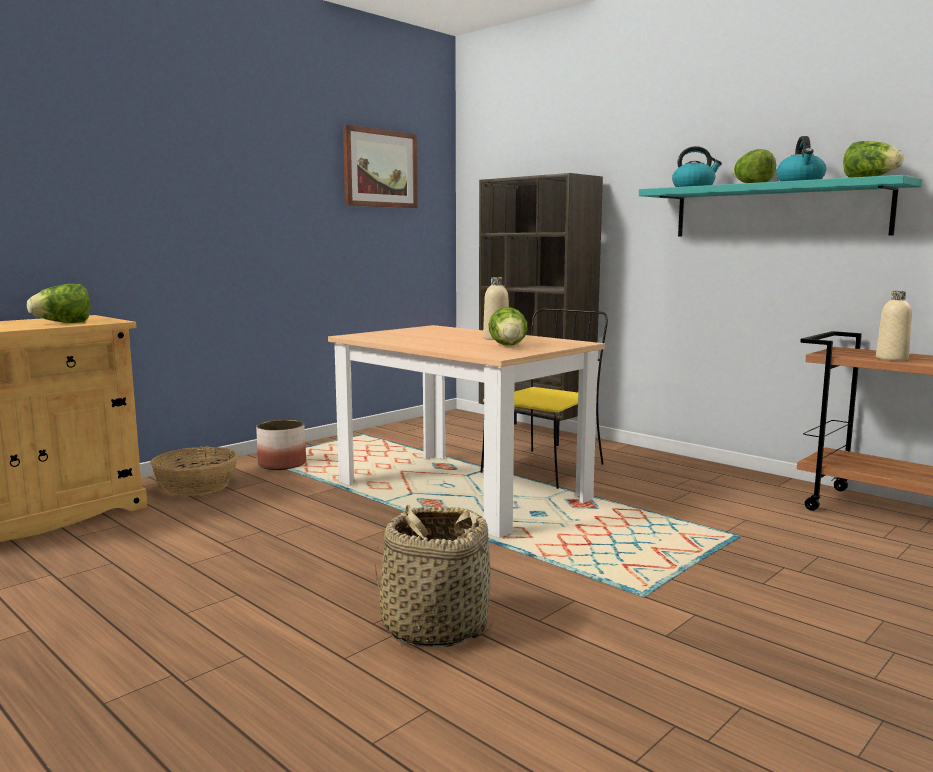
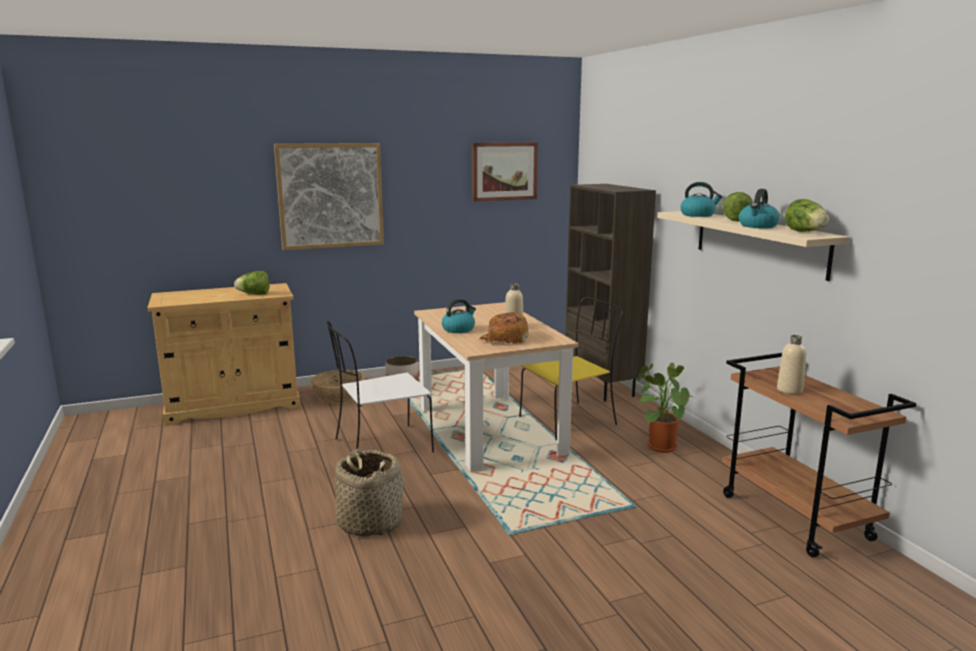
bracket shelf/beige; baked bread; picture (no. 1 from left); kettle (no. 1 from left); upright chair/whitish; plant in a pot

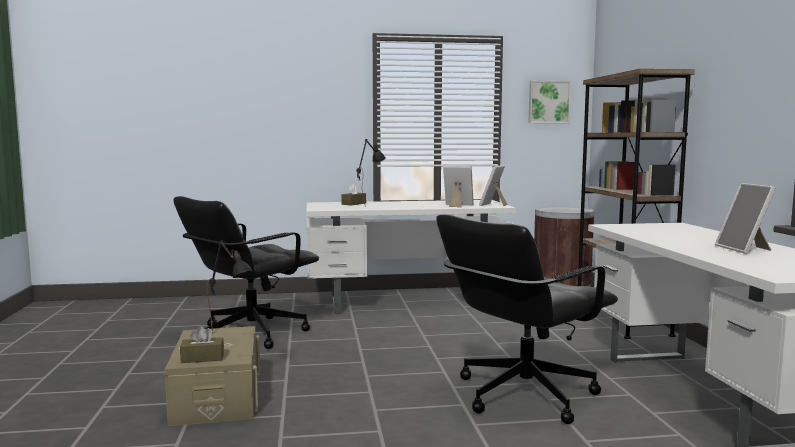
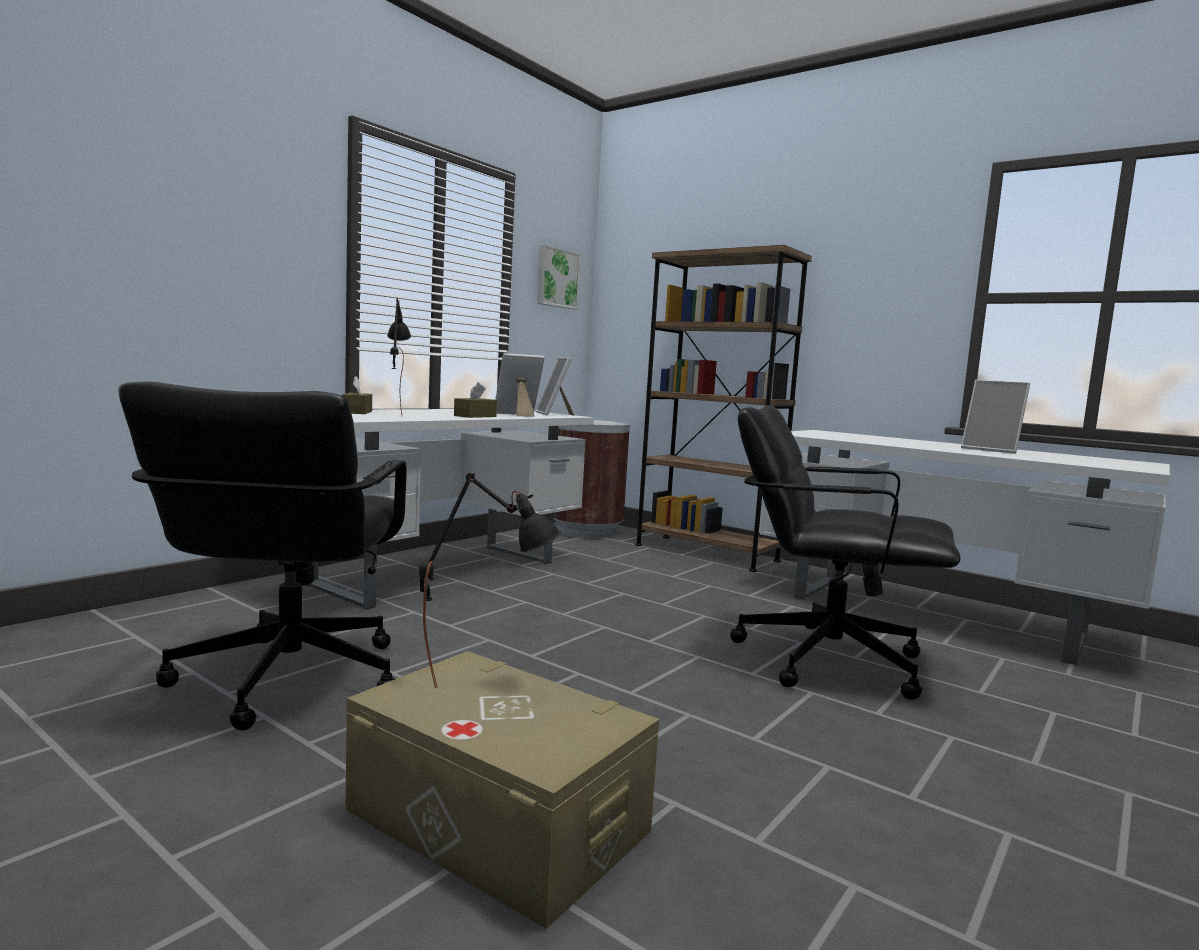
desk chair/black-coloured (no. 2 from left); tissue box/brown-coloured (no. 2 from left)

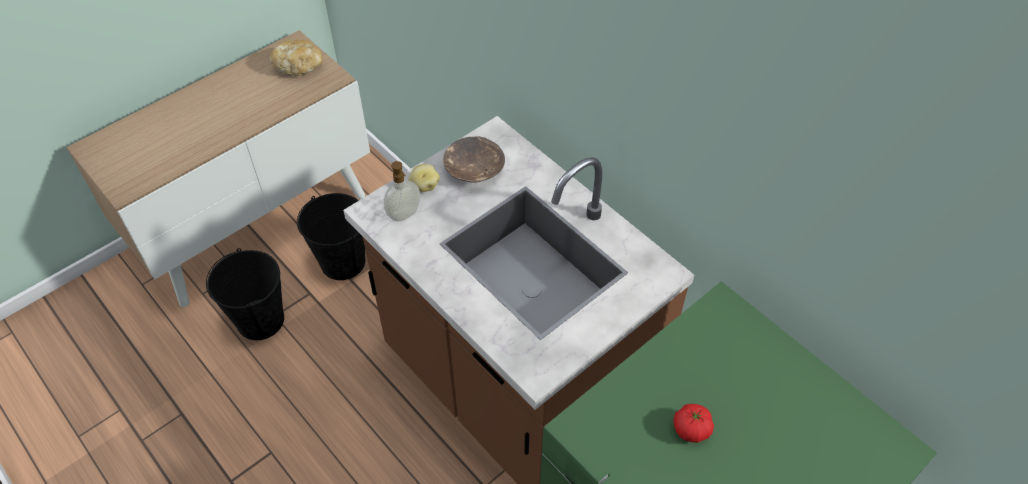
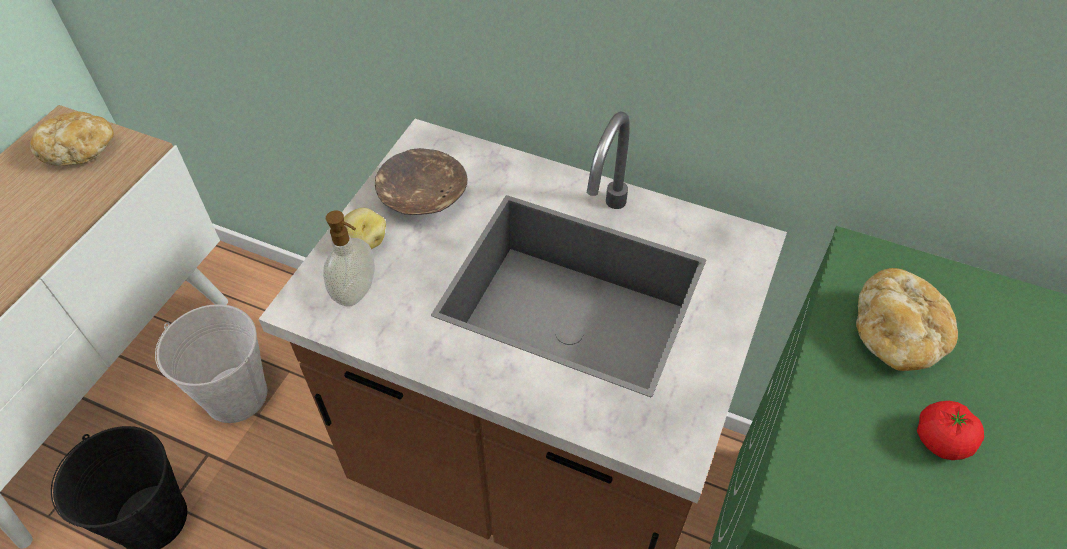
pail/whitish; baked bread (no. 2 from left)

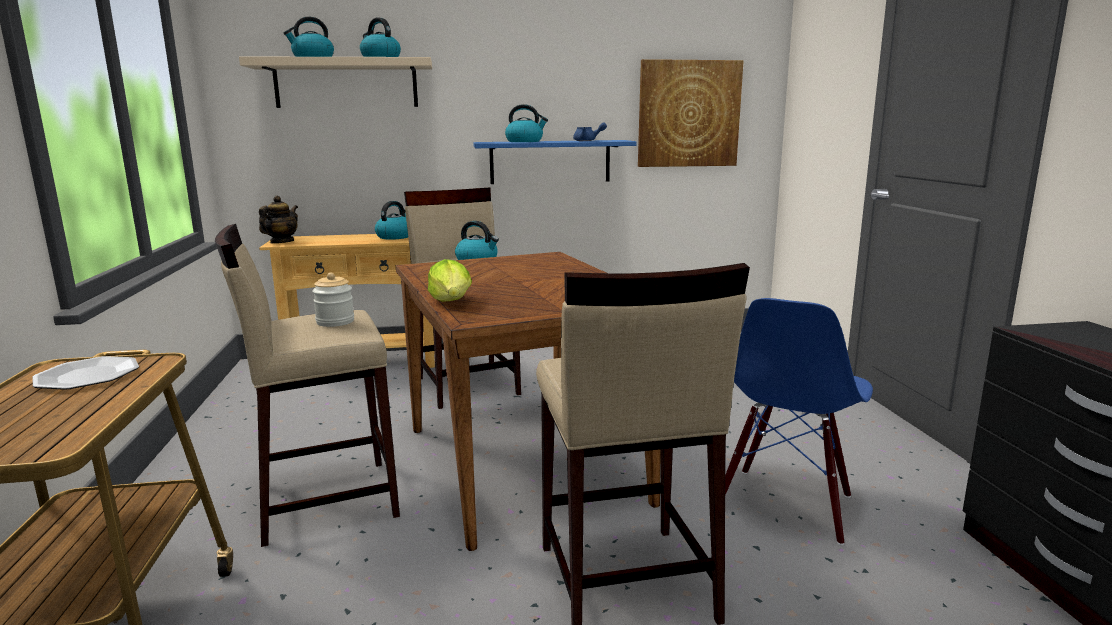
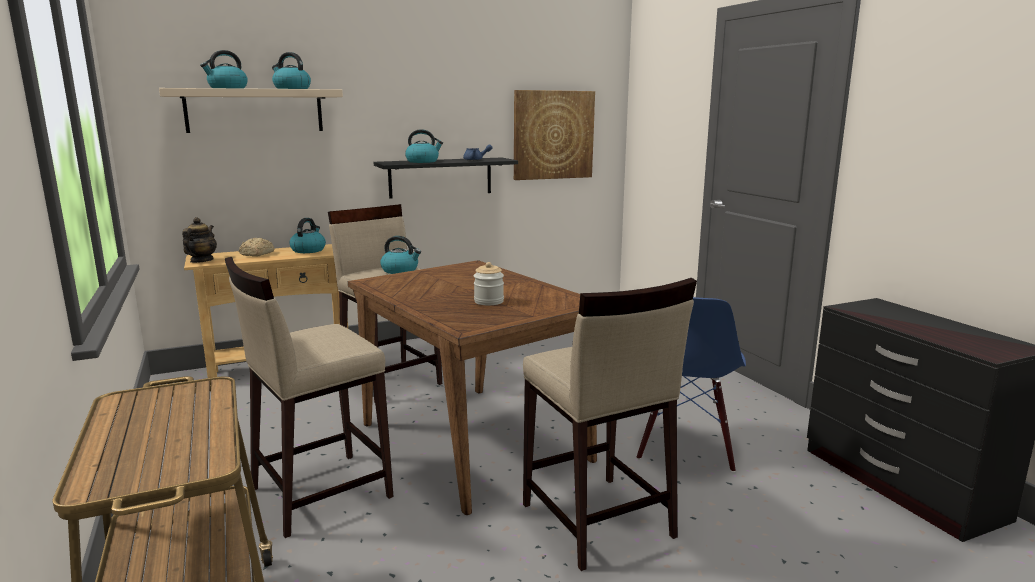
bracket shelf/black-coloured; lettuce head; storage jar; flat dish; baked bread

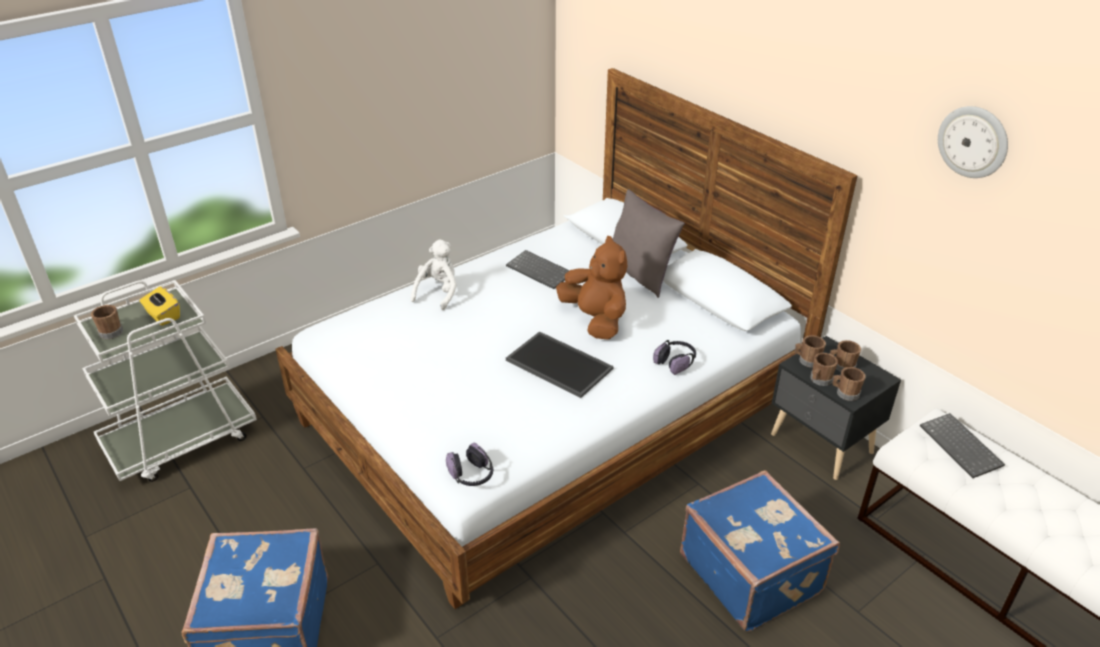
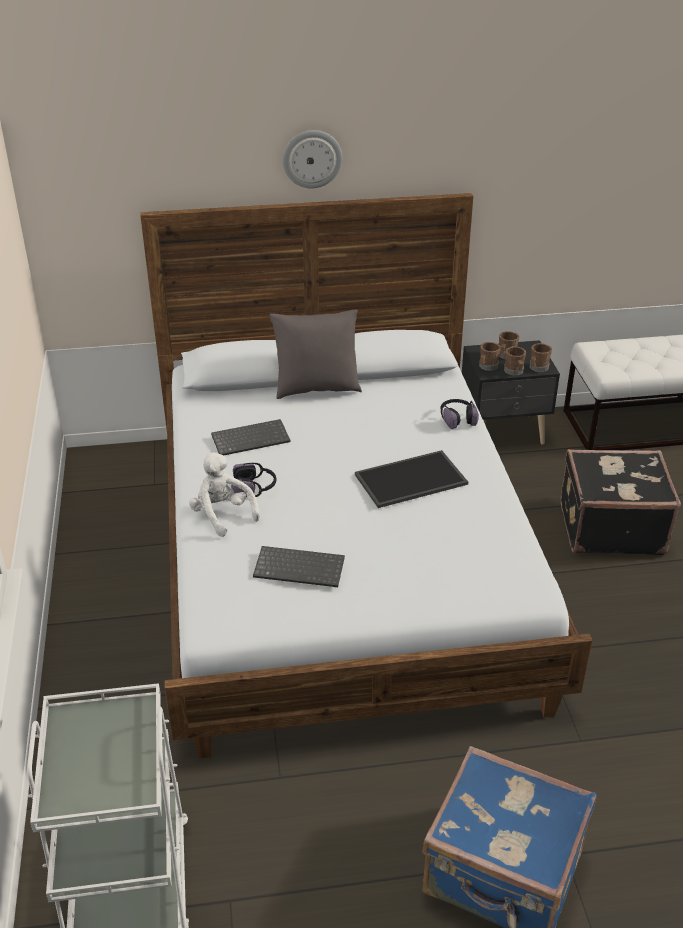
clock on the wall; soft toy/brown-coloured; tissue box/yellowish; tea mug/brown-coloured (no. 1 from left in the first image); PC keyboard (no. 2 from left); headphones (no. 1 from left); piece of luggage/black-coloured

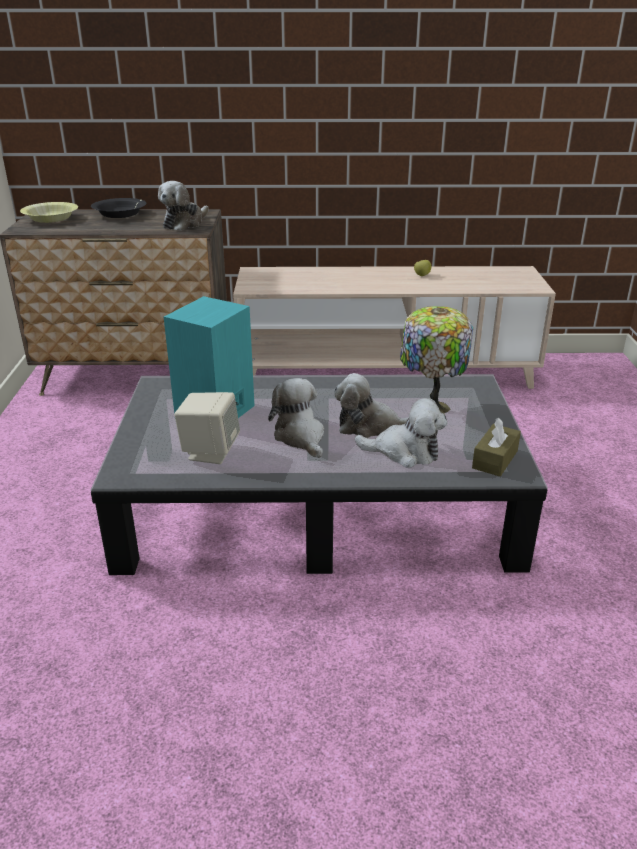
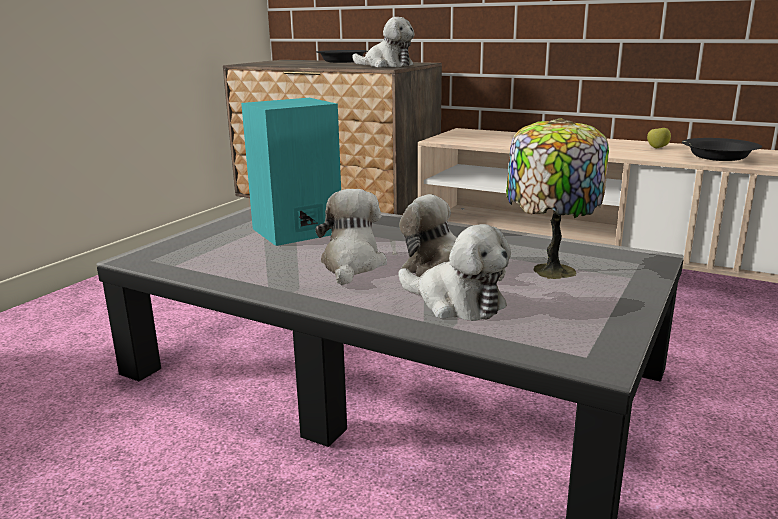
soft toy (no. 2 from left); serving bowl/yellowish; loudspeaker/beige; tissue box/brown-coloured; serving bowl/black-coloured (no. 2 from left)

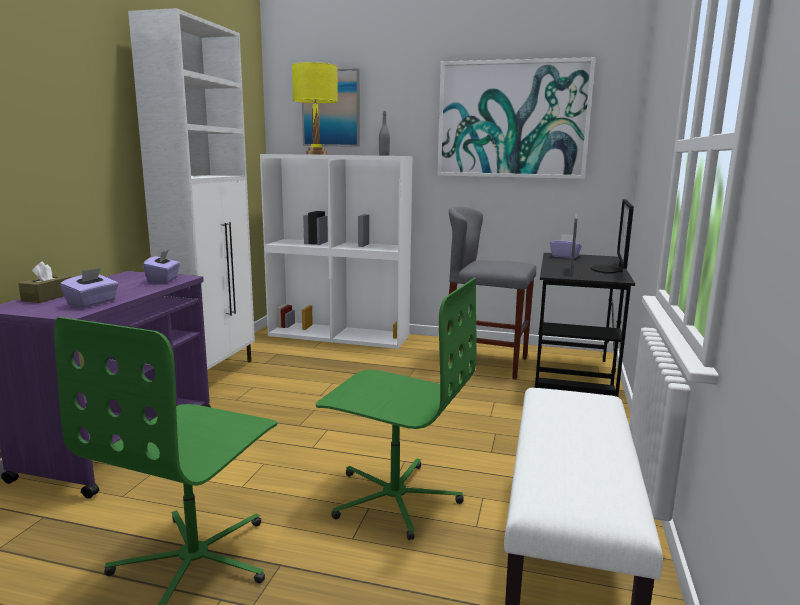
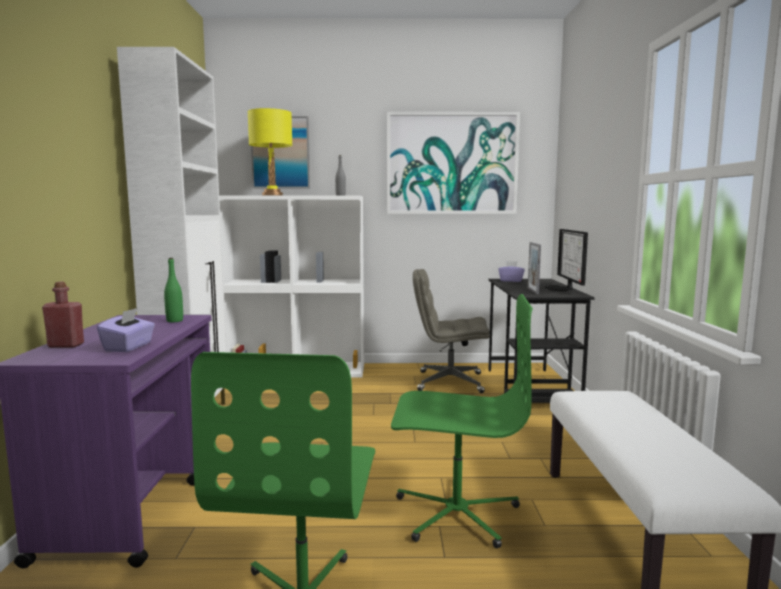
desk chair/greyish; bottle/greenish; bottle/reddish

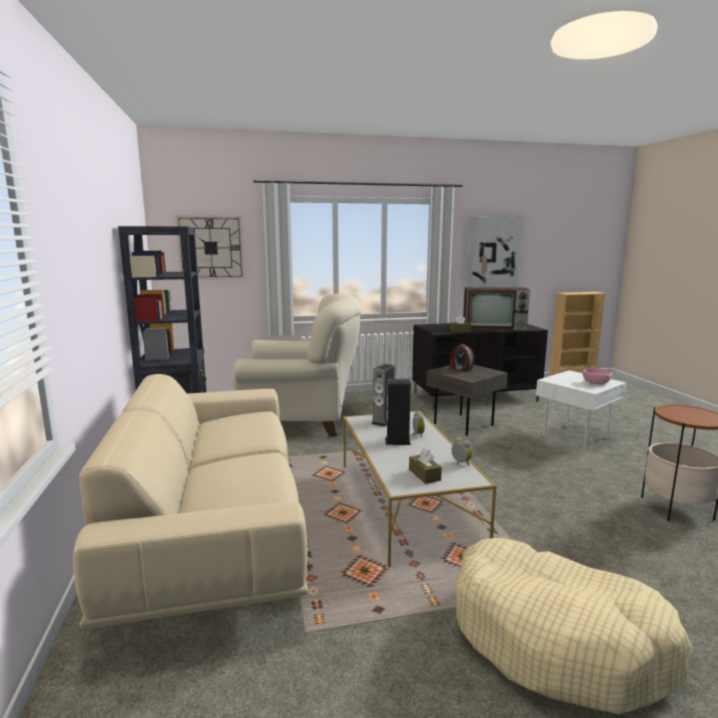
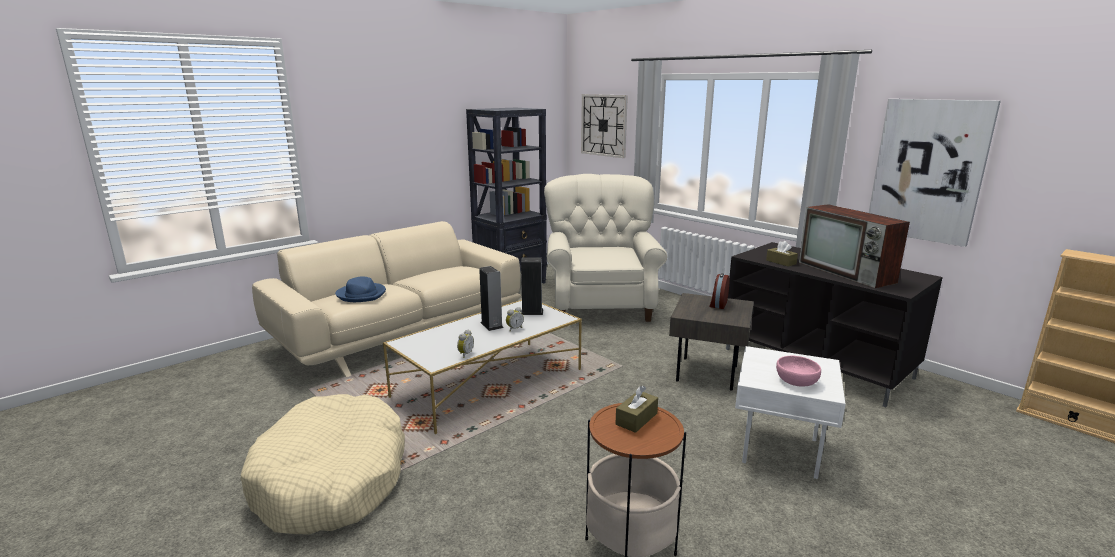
easy chair/beige; tissue box/brown-coloured (no. 1 from left); hat/blue

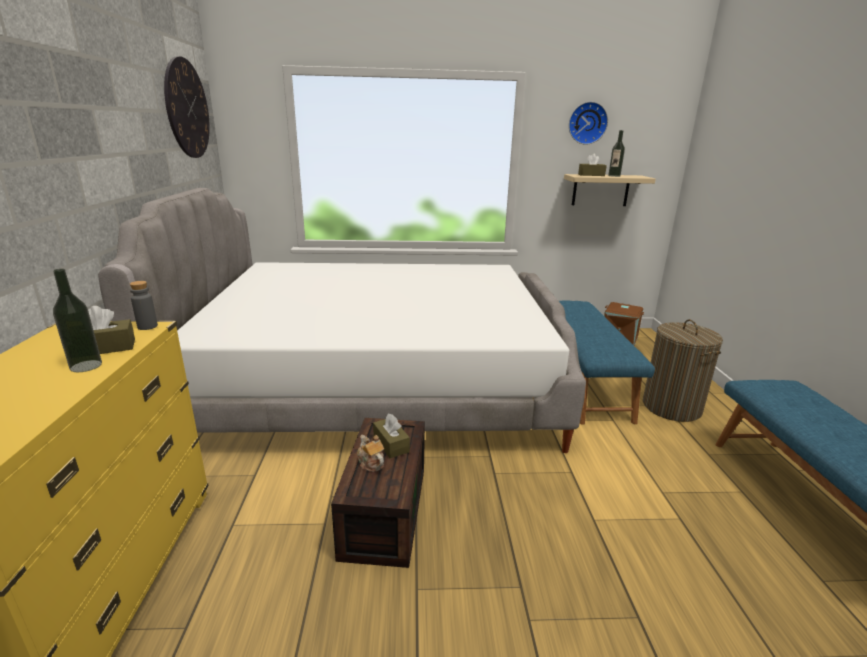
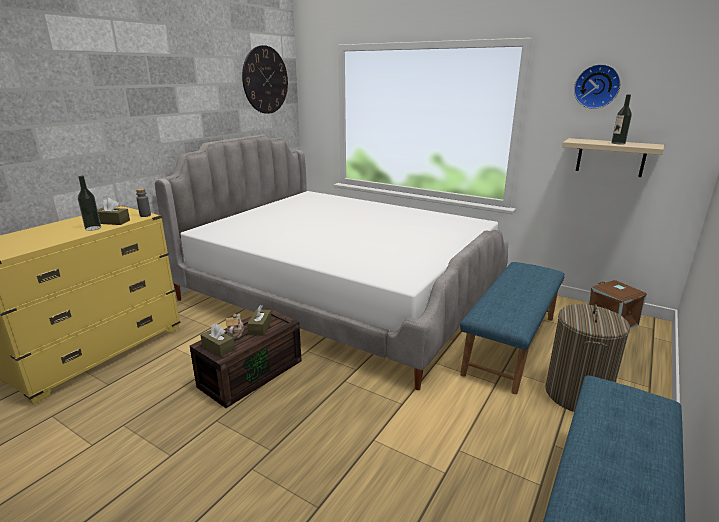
tissue box/brown-coloured (no. 2 from left)

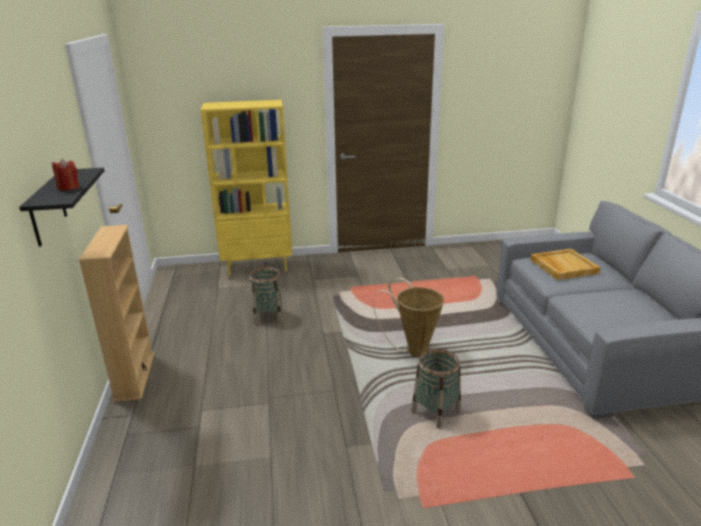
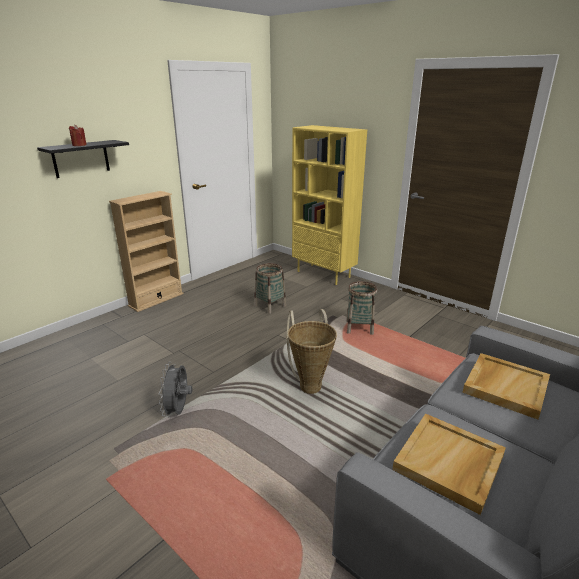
household basket (no. 3 from left); electric fan/greyish; tray/beige (no. 1 from left)

